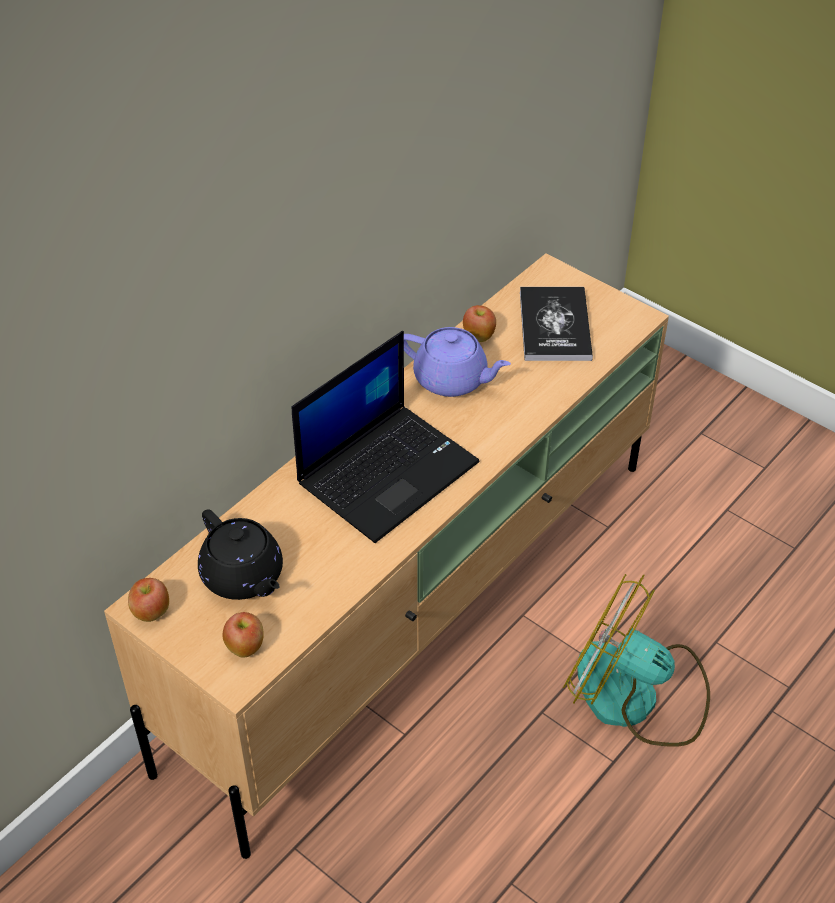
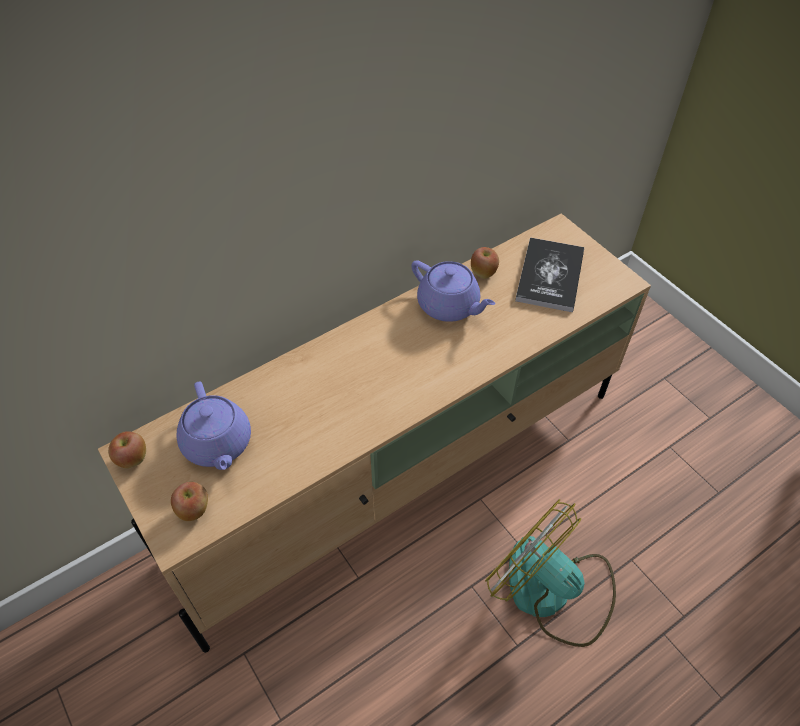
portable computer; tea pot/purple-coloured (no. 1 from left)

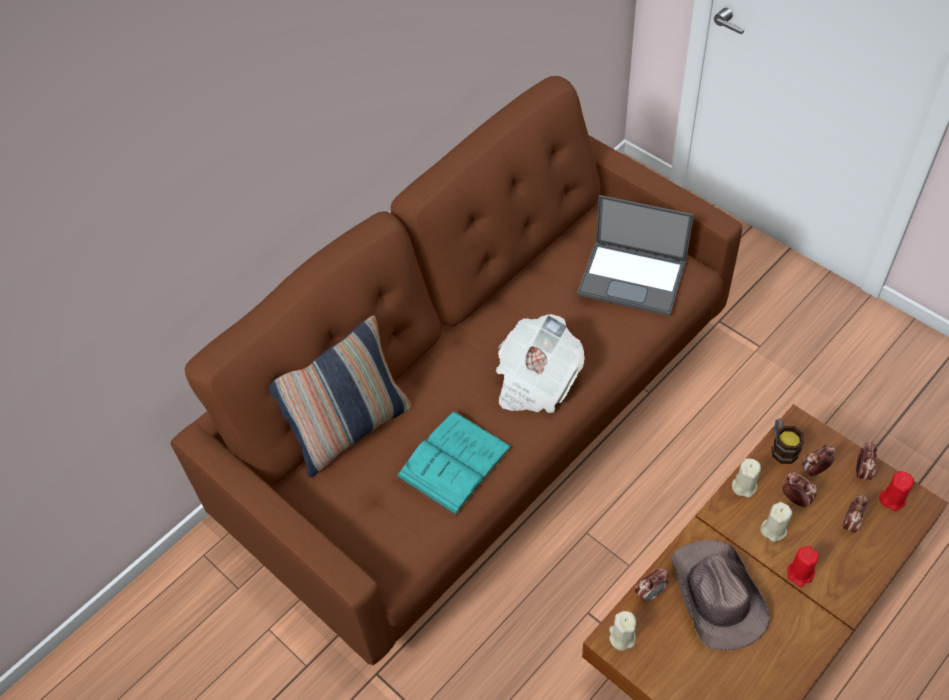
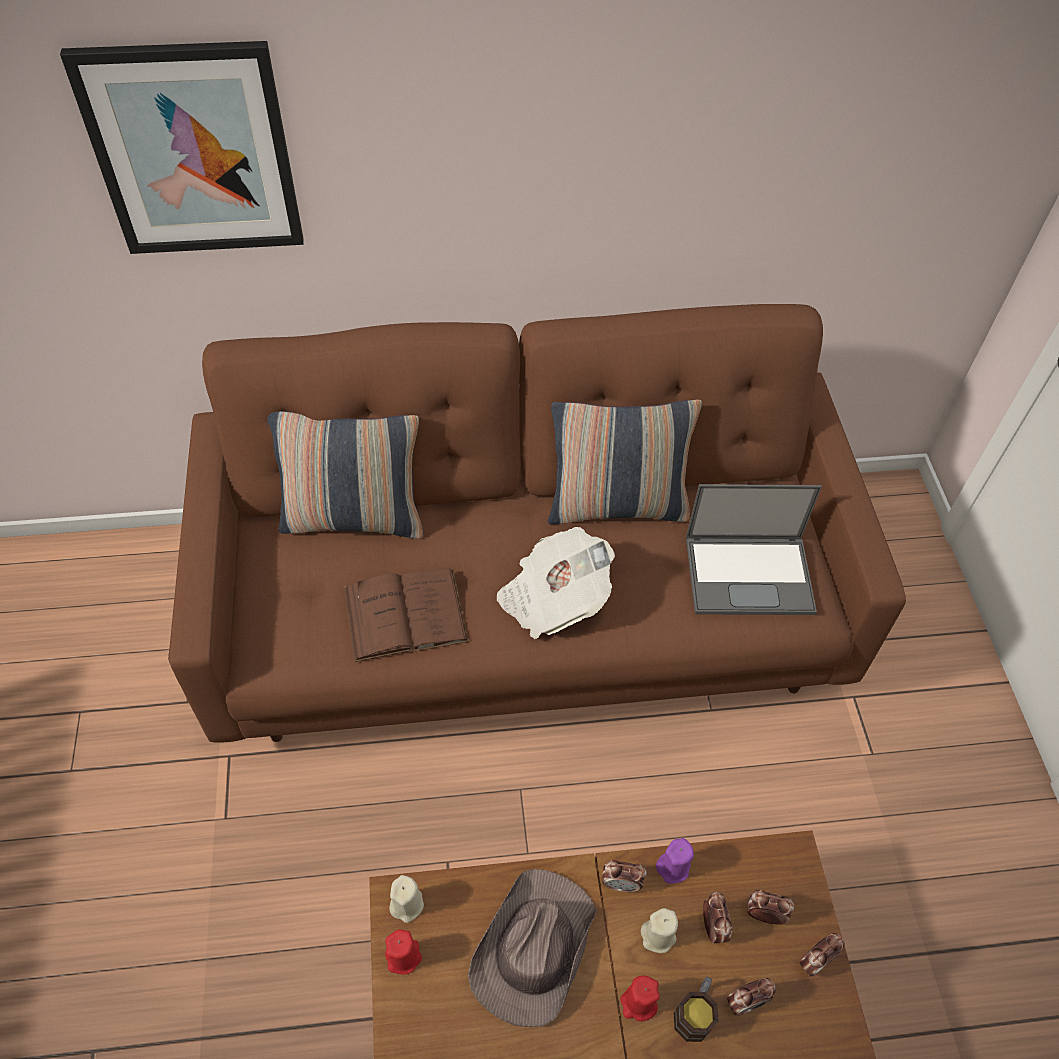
portable computer; volume/brown-coloured; tea mug; candle/purple-coloured; candle/reddish (no. 1 from left); alarm clock (no. 1 from left); picture; throw pillow (no. 2 from left)

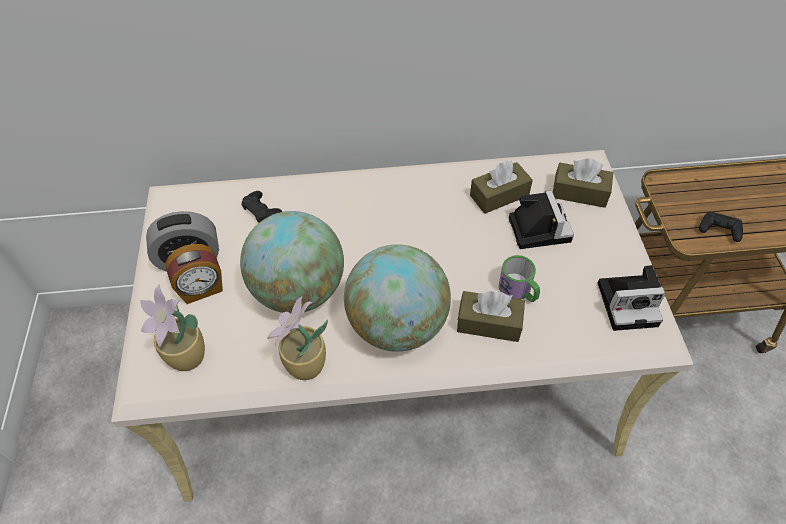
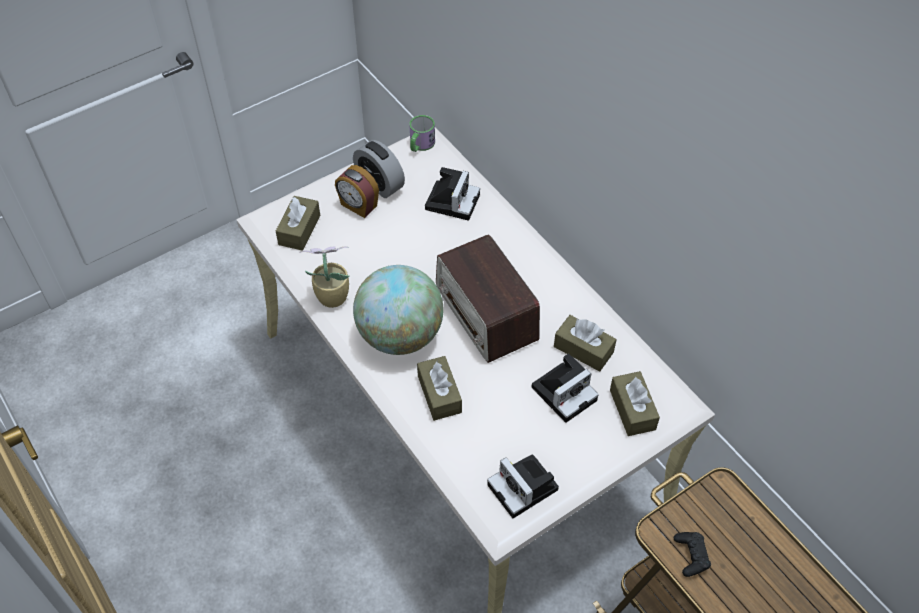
photo camera (no. 1 from left); desk globe (no. 1 from left in the first image); tea mug; tissue box/brown-coloured (no. 1 from left); radio

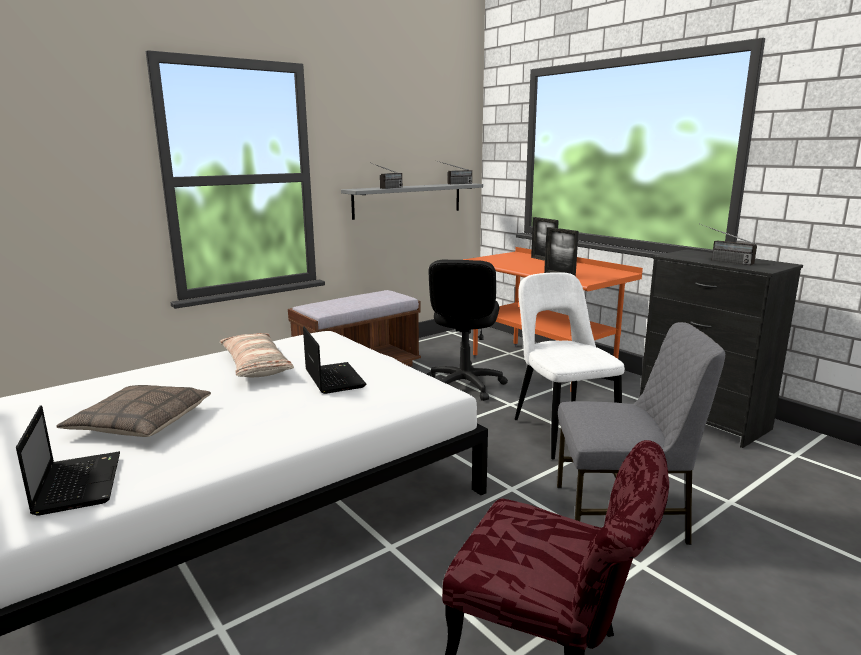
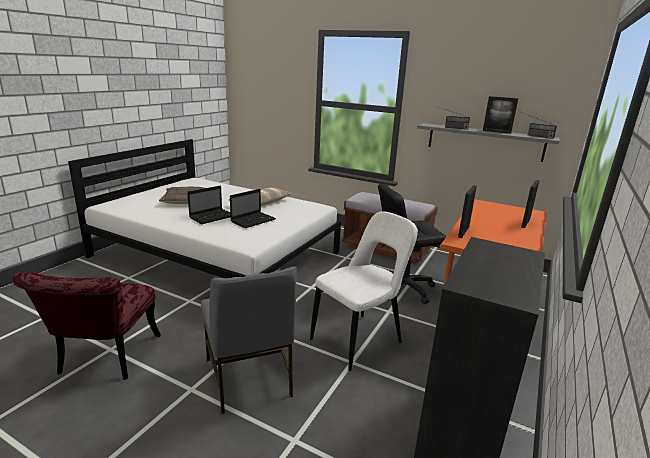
radio (no. 3 from left in the first image); portable computer (no. 1 from left); picture frame (no. 2 from left)

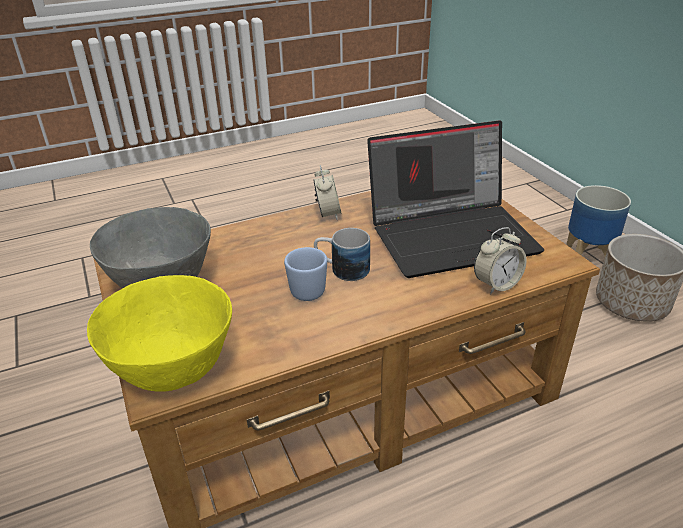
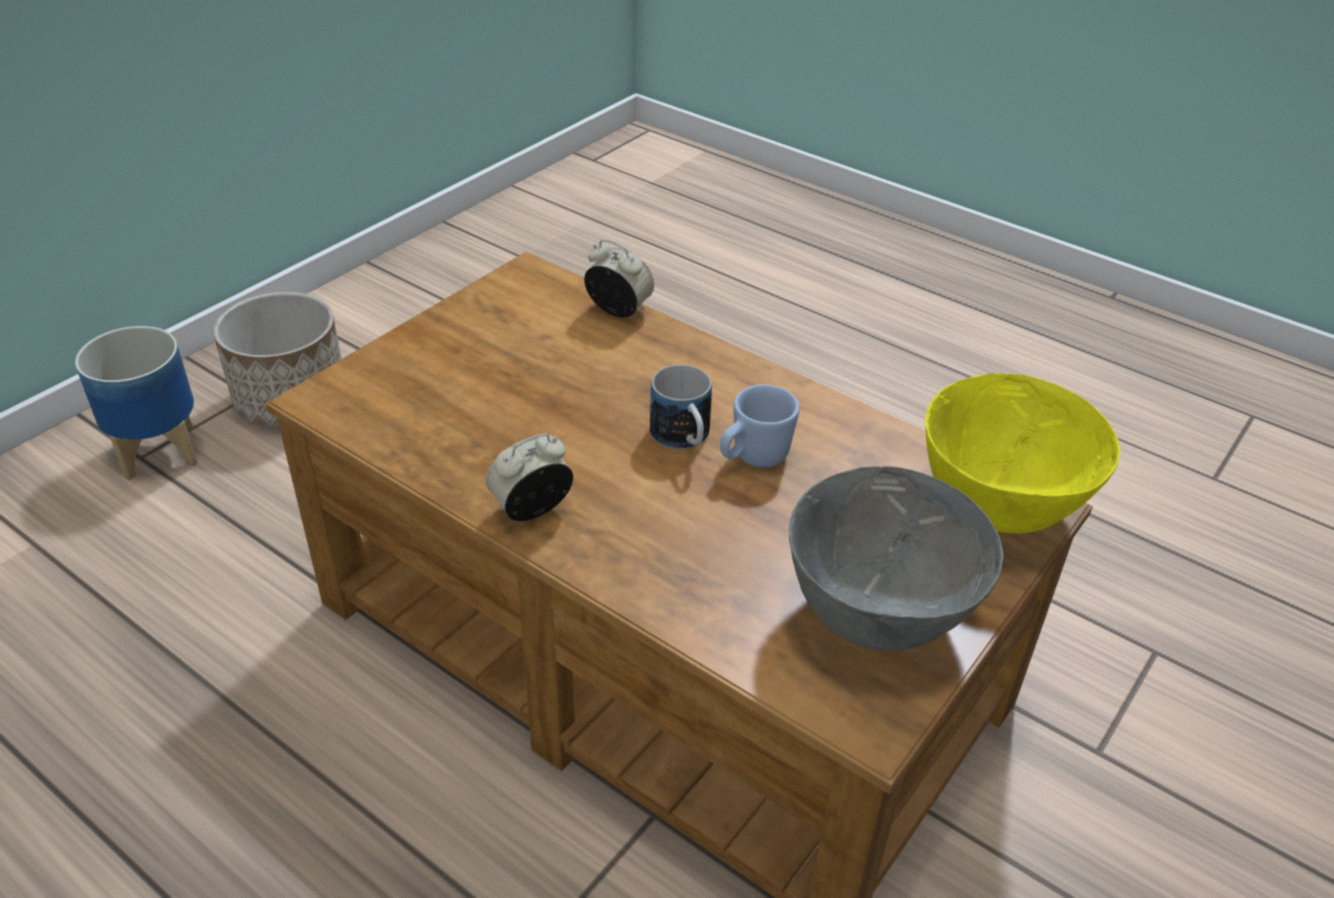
portable computer

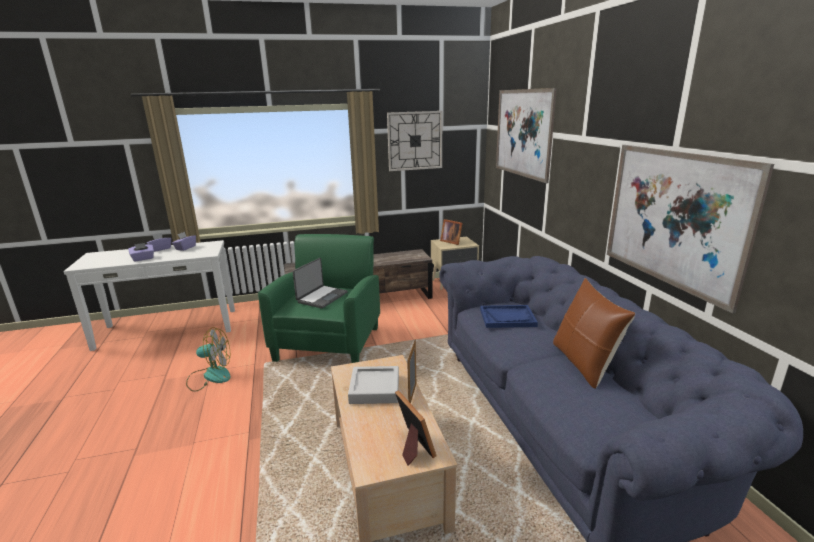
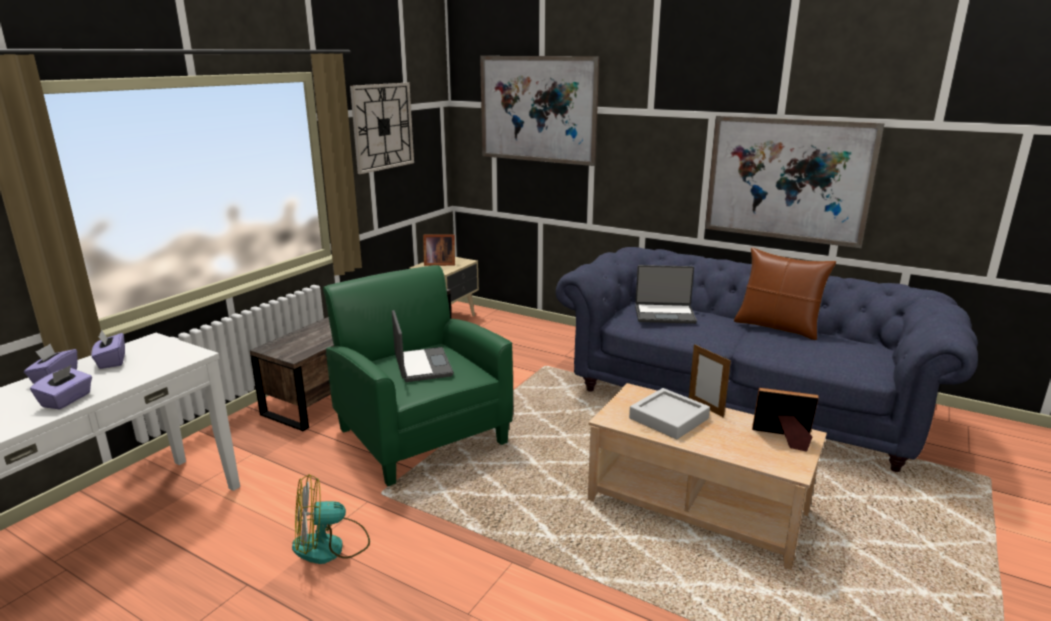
portable computer (no. 2 from left); electric fan

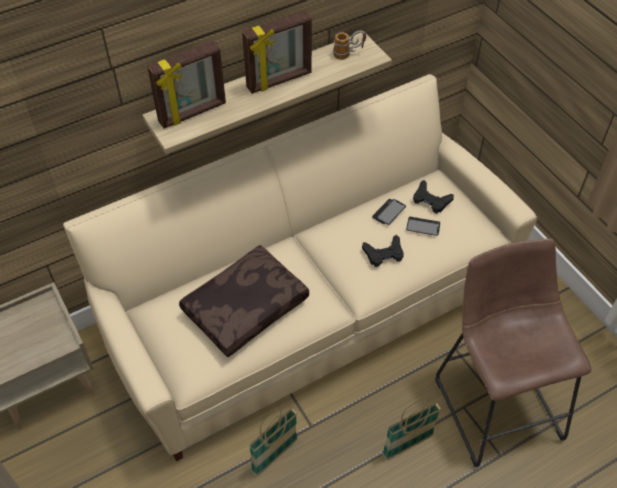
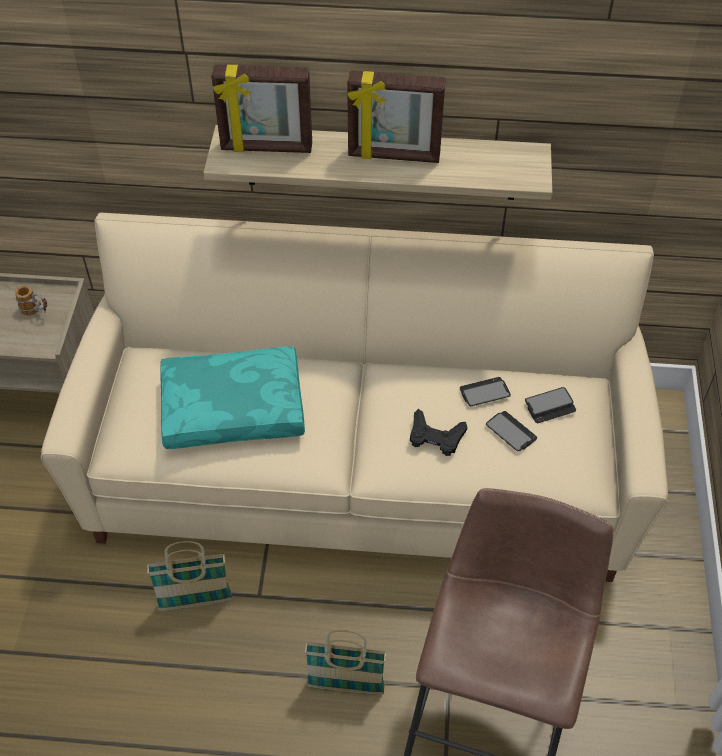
tea mug; phone (no. 3 from left); throw pillow/blue-green

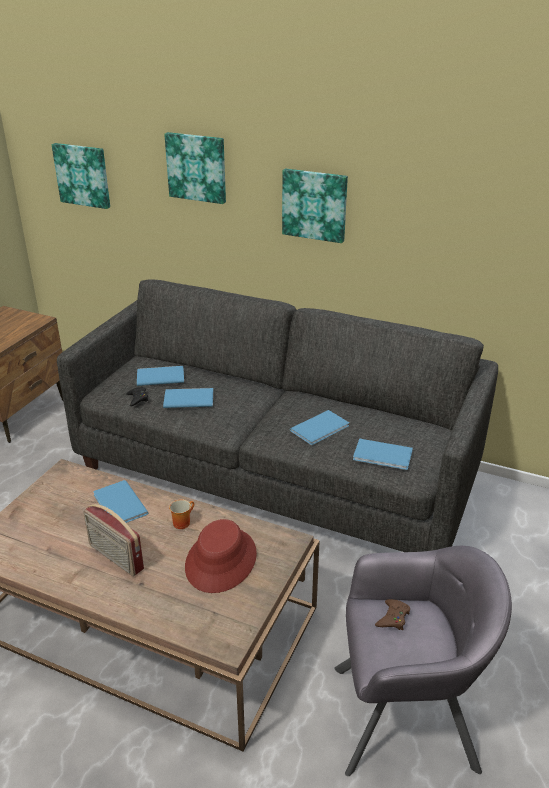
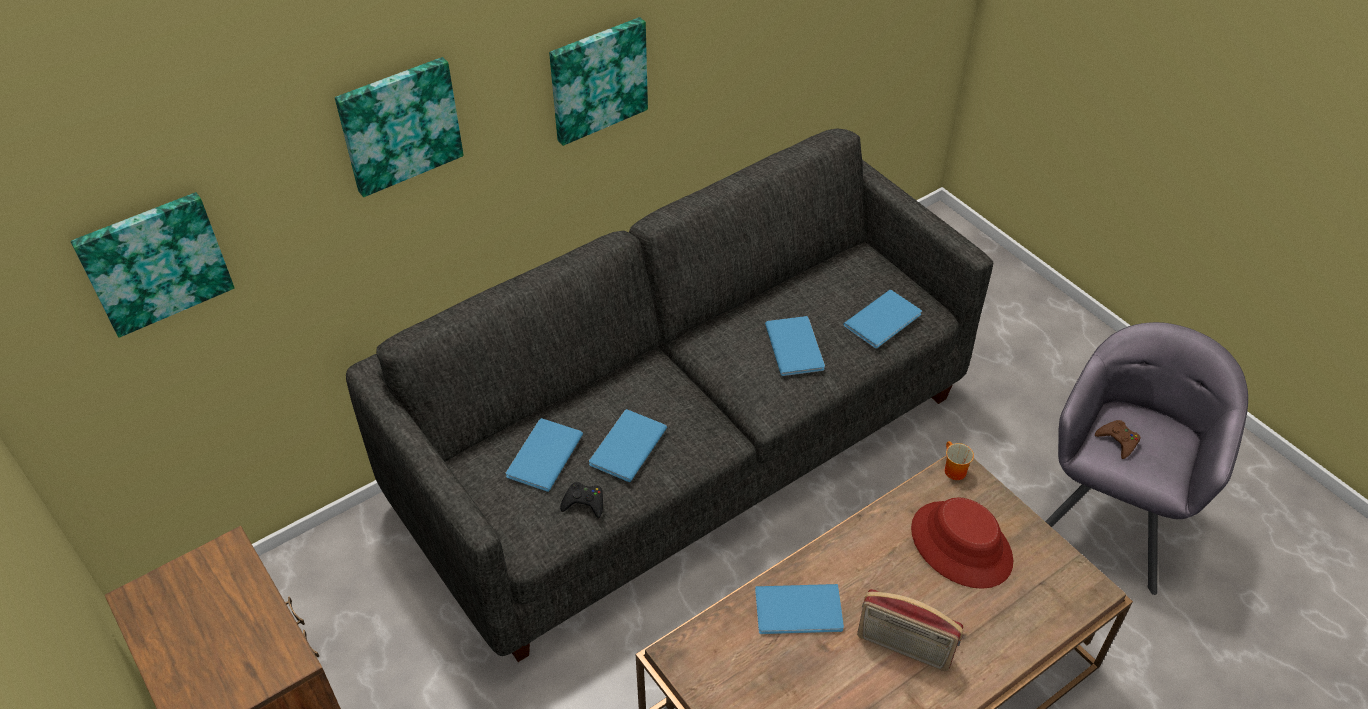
tea mug; radio

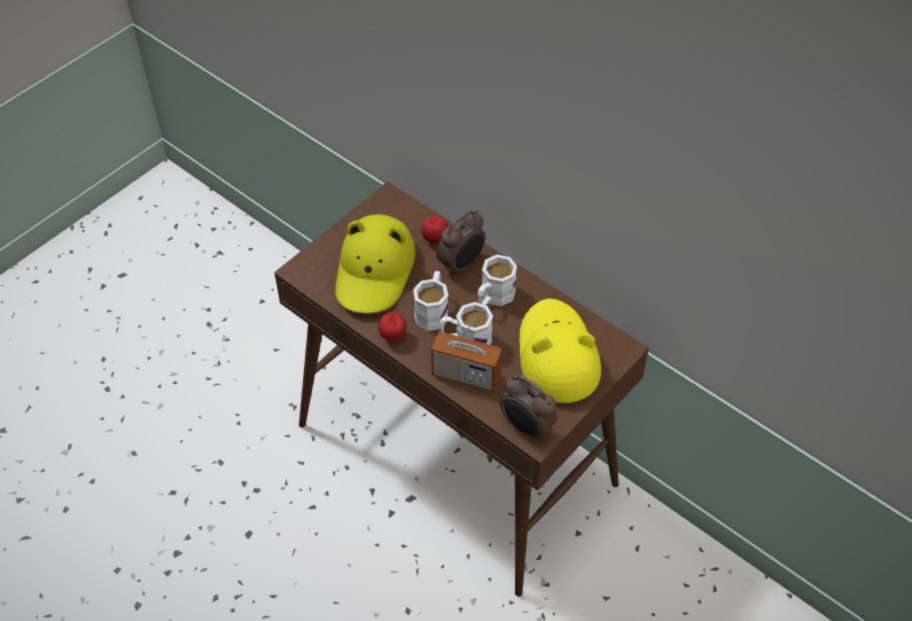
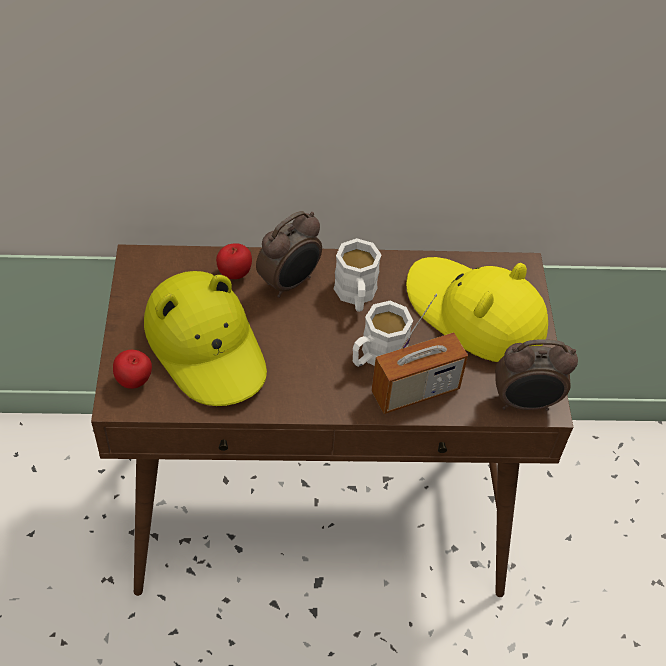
alarm clock (no. 1 from left); tea mug/whitish (no. 1 from left in the first image); apple (no. 1 from left)

